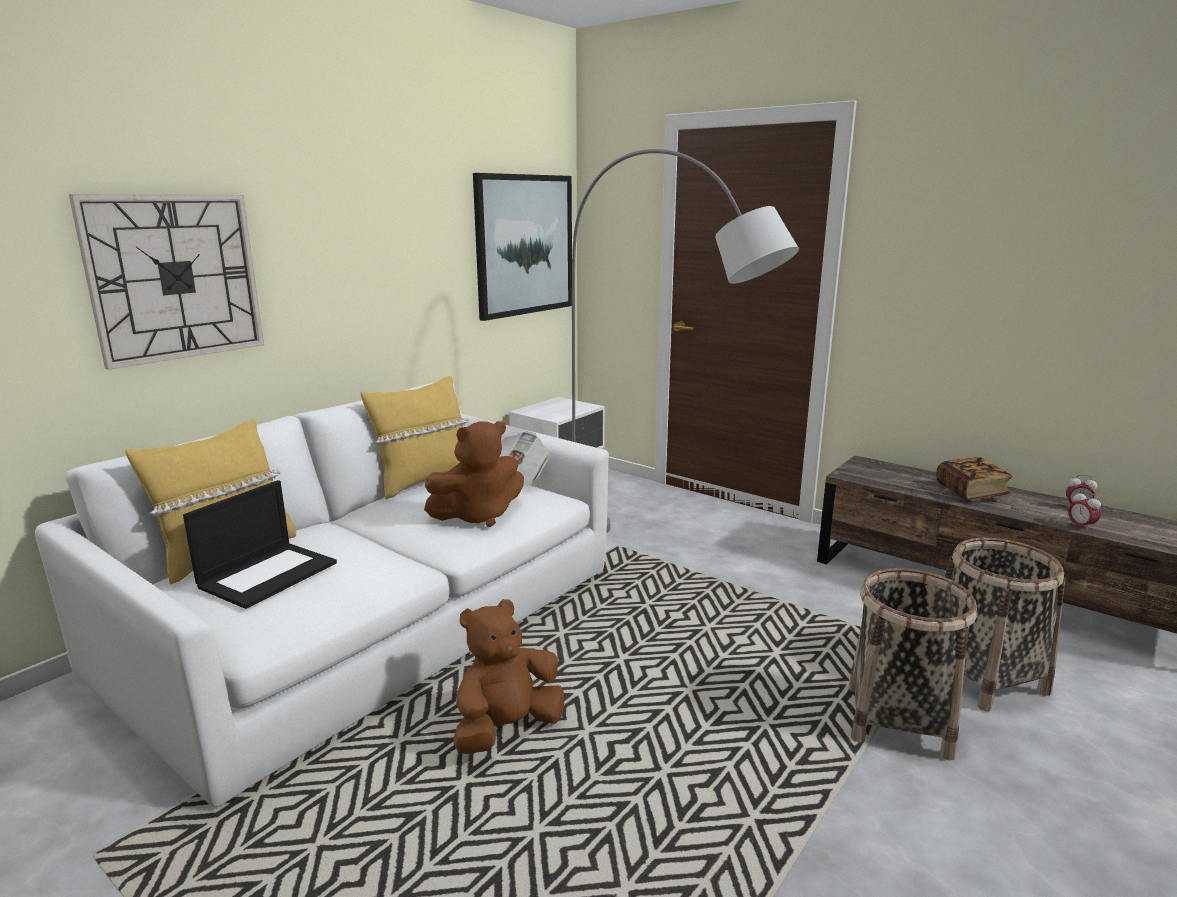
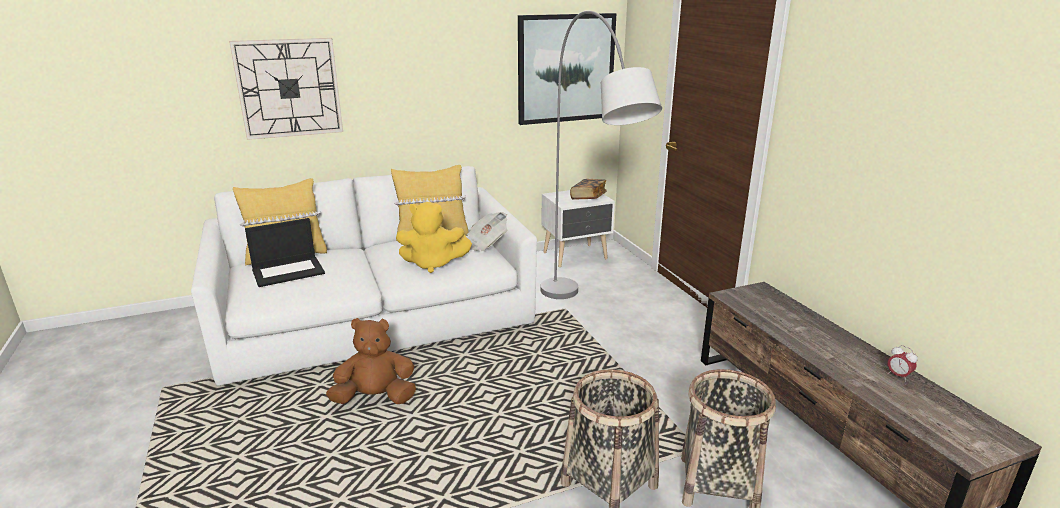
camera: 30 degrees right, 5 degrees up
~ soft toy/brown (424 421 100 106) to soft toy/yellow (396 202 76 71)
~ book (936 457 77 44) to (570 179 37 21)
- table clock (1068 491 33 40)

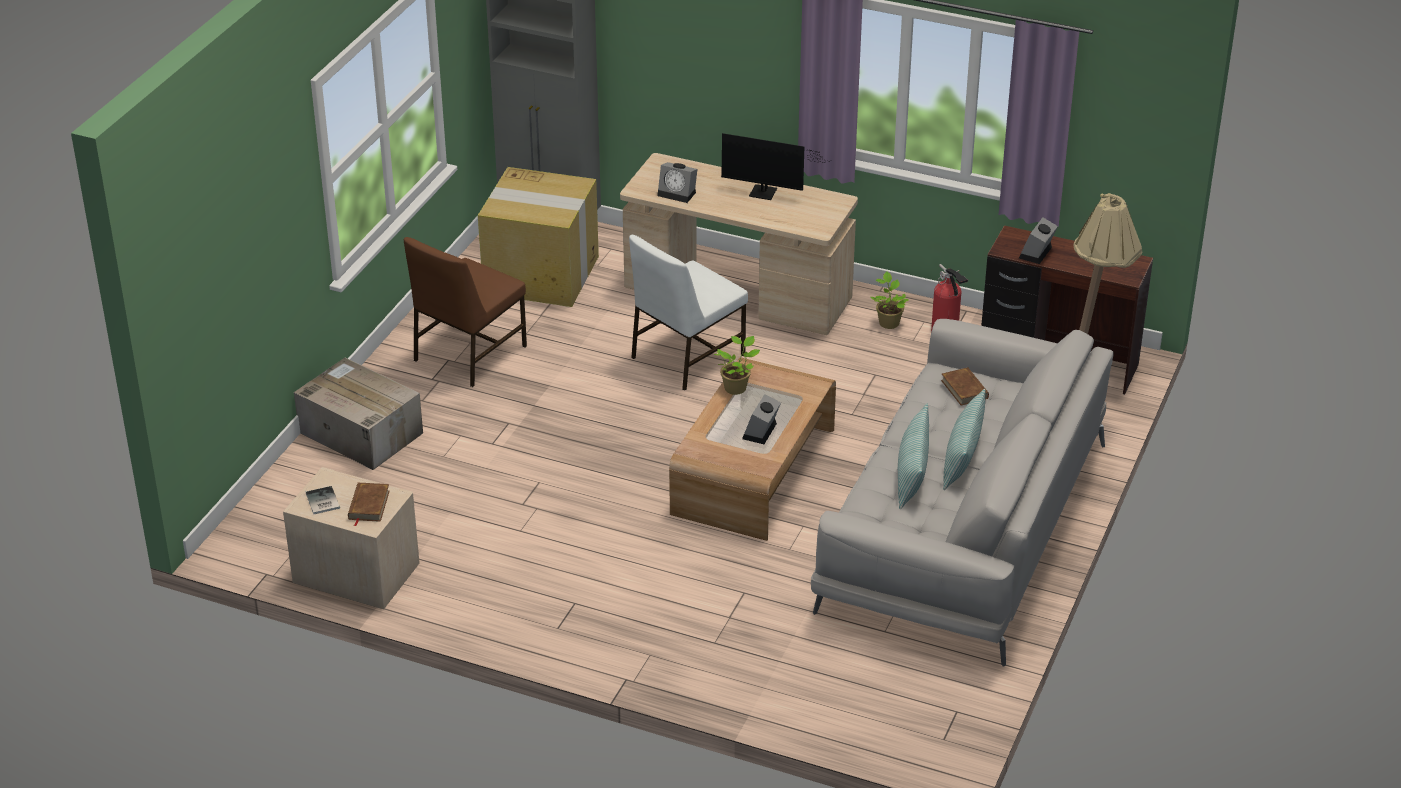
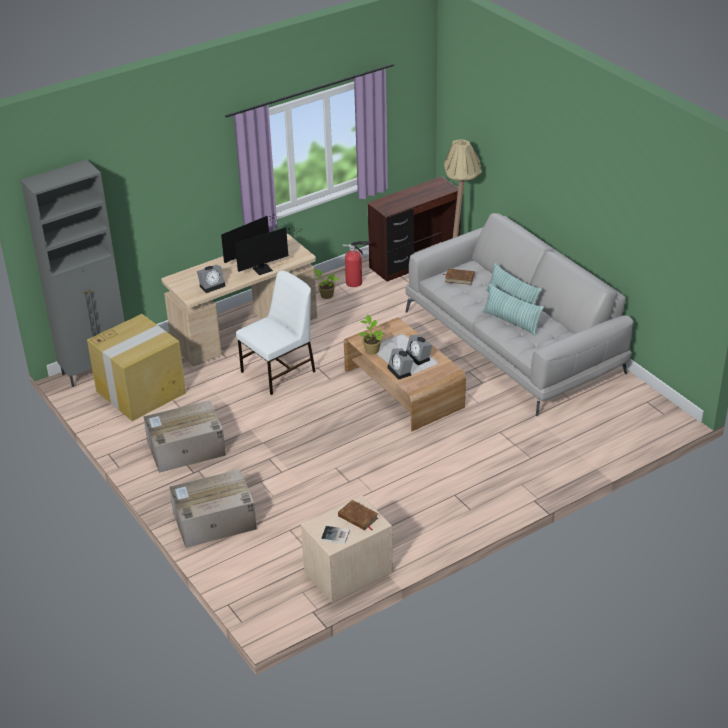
camera: 55 degrees left, 0 degrees up
~ upright chair/brown (404 237 123 150) to carton (143 400 83 73)
~ upright chair/white-coloured (629 235 119 155) = (236 270 80 125) 120 degrees counterclockwise
~ table clock (1019 217 39 47) to (387 348 27 32)
+ computer screen (235 226 68 49)

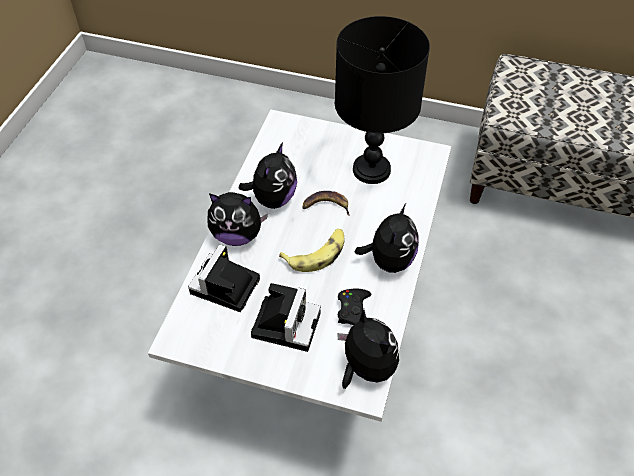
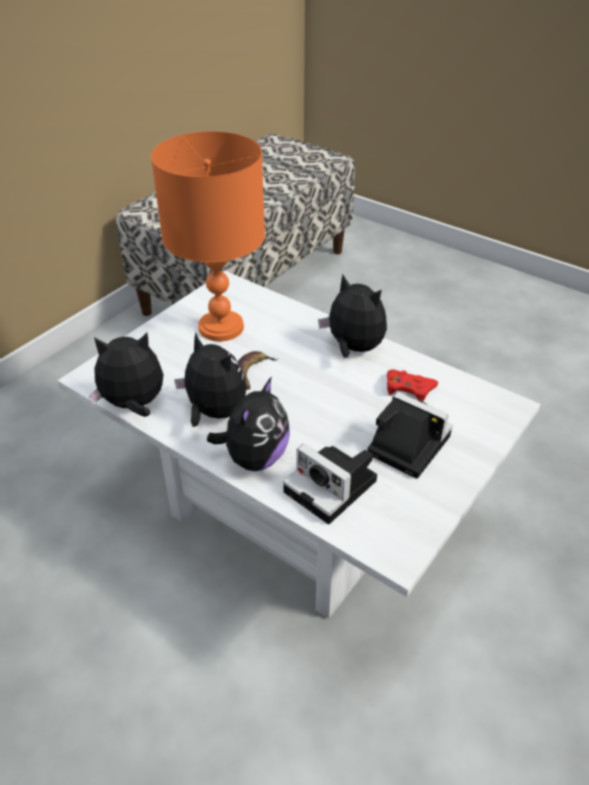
camera: 70 degrees left, 10 degrees down
- whole banana (279 229 66 43)
~ tabletop lamp/black (335 16 95 168) to tabletop lamp/orange (151 131 114 210)
~ soft toy (337 309 62 80) to (89 333 74 84)
~ joypad/black (338 289 33 36) to joypad/reddish (387 369 51 32)

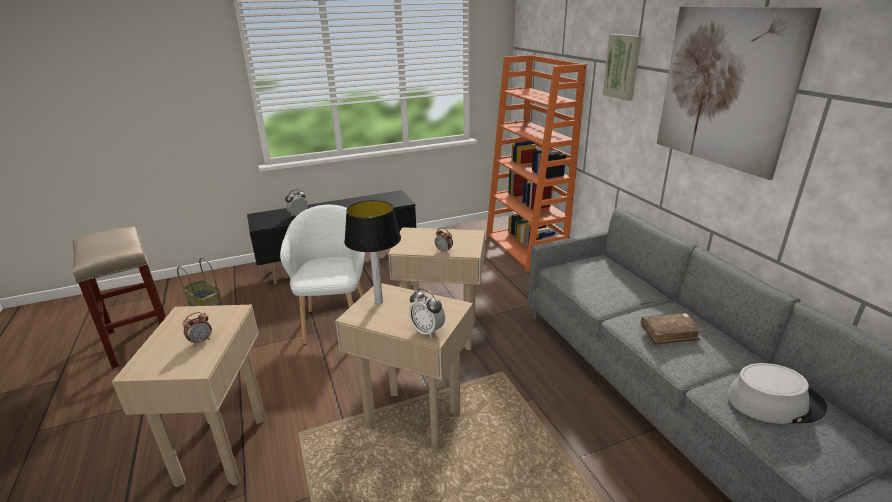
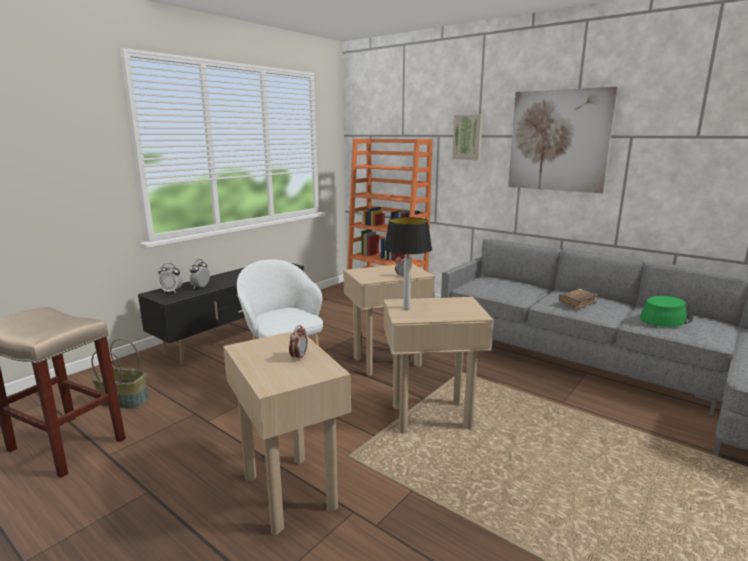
camera: 30 degrees left, 10 degrees down
~ table clock (409 288 36 50) to (158 263 25 30)
~ hat/greyish (727 363 100 61) to hat/green (640 296 53 31)

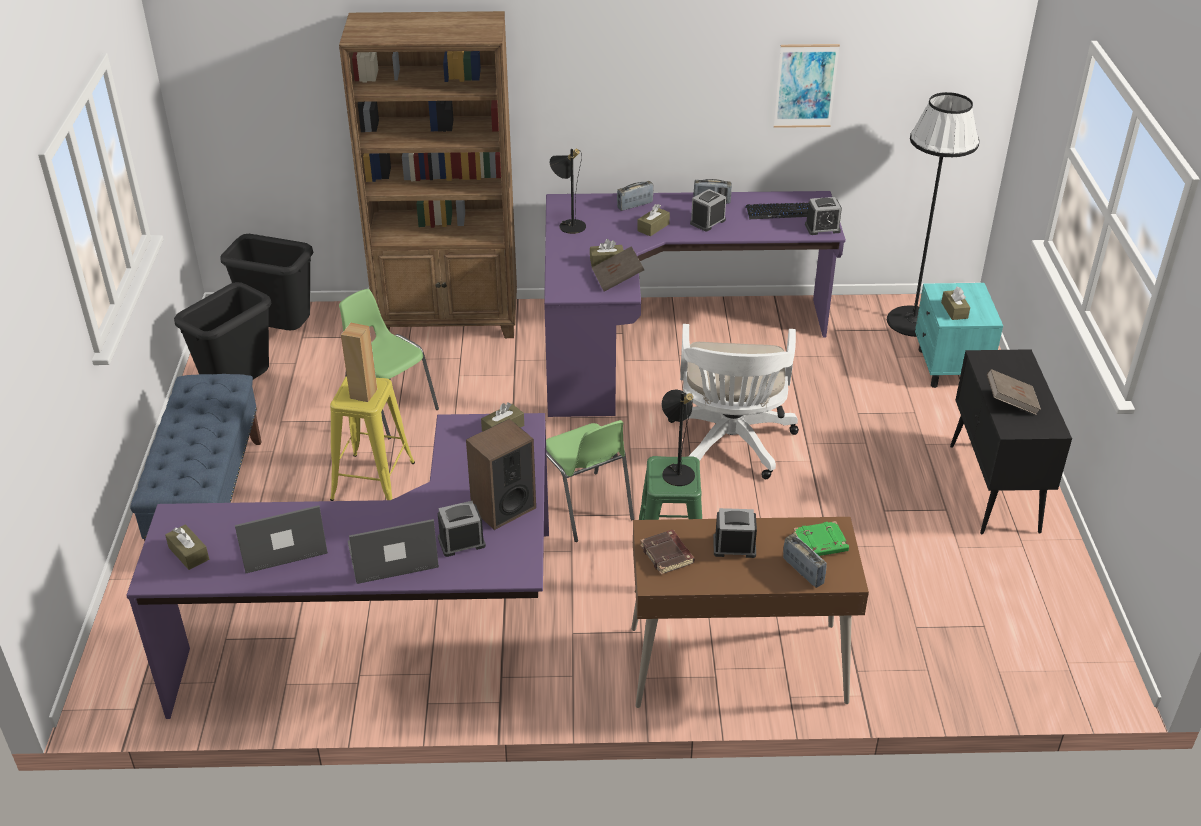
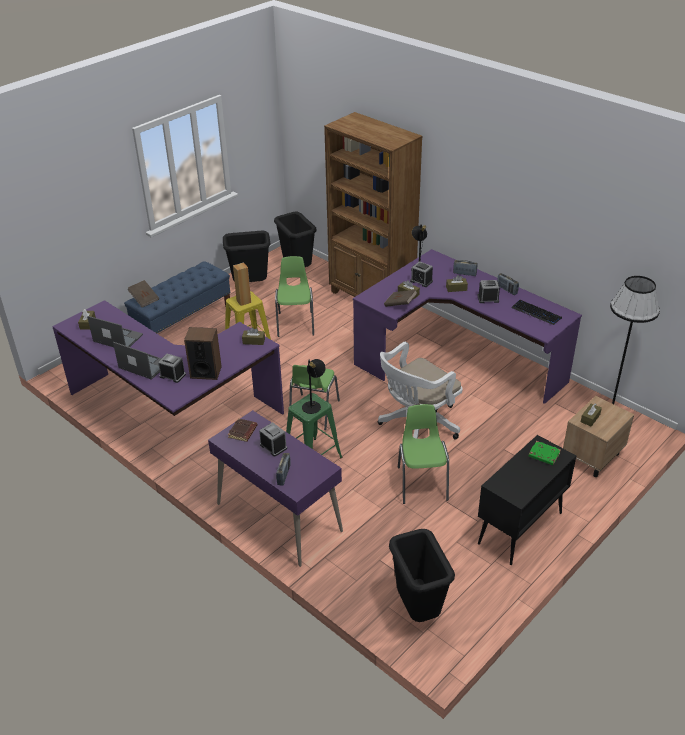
camera: 45 degrees right, 0 degrees up
~ desk unit/brown (631 517 238 191) to desk unit/purplish (208 410 135 157)
- picture (774 44 66 84)
~ book/green (793 521 56 35) to (528 441 33 24)
~ table clock (805 197 37 38) to (410 261 23 26)
~ bedside table/turquoise (915 283 88 105) to bedside table/sand-coloured (563 396 71 81)
~ book/brown (987 369 54 46) to (128 280 31 27)
+ trash can/black (389 529 66 93)
+ upright chair/green (398 404 51 100)

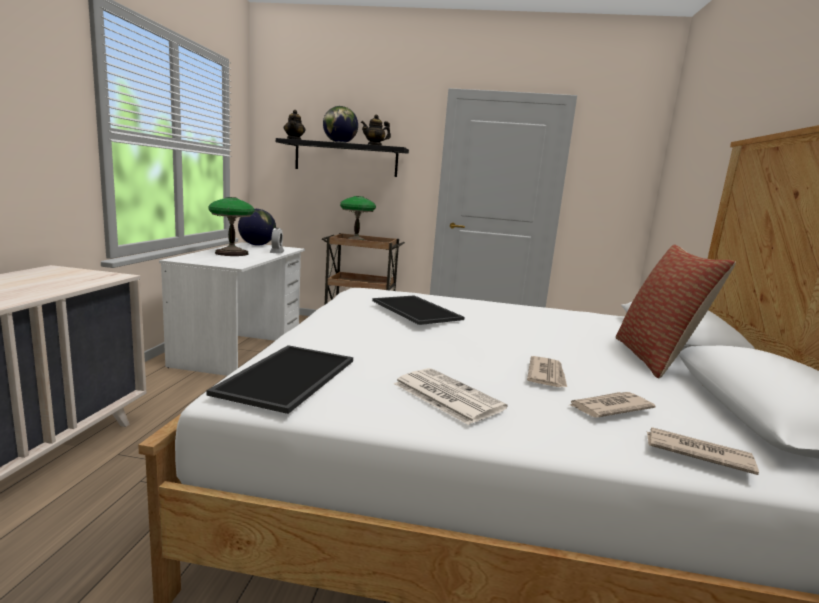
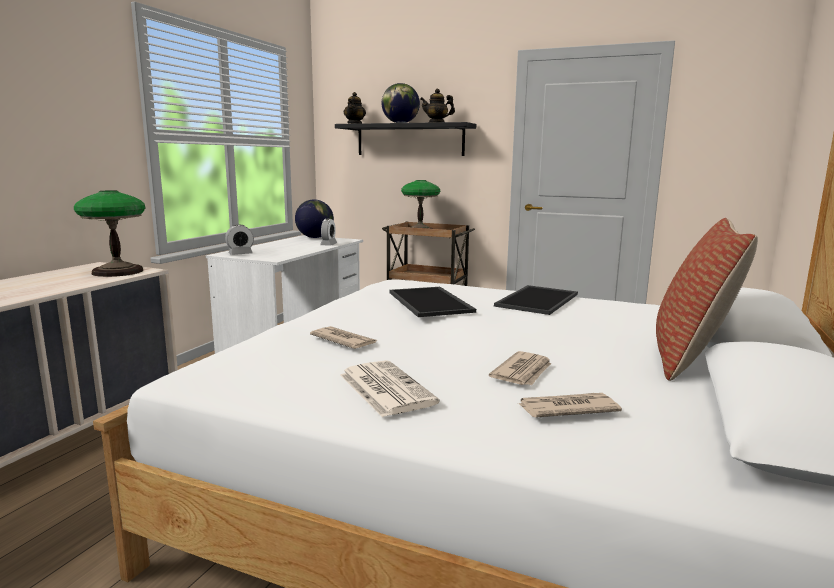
camera: 15 degrees right, 0 degrees up
~ tray (206 345 147 69) to (494 285 84 30)
~ tabletop lamp (208 197 46 59) to (74 190 71 87)
~ printed paper (647 427 112 48) to (310 326 67 23)
+ table clock (225 225 29 30)

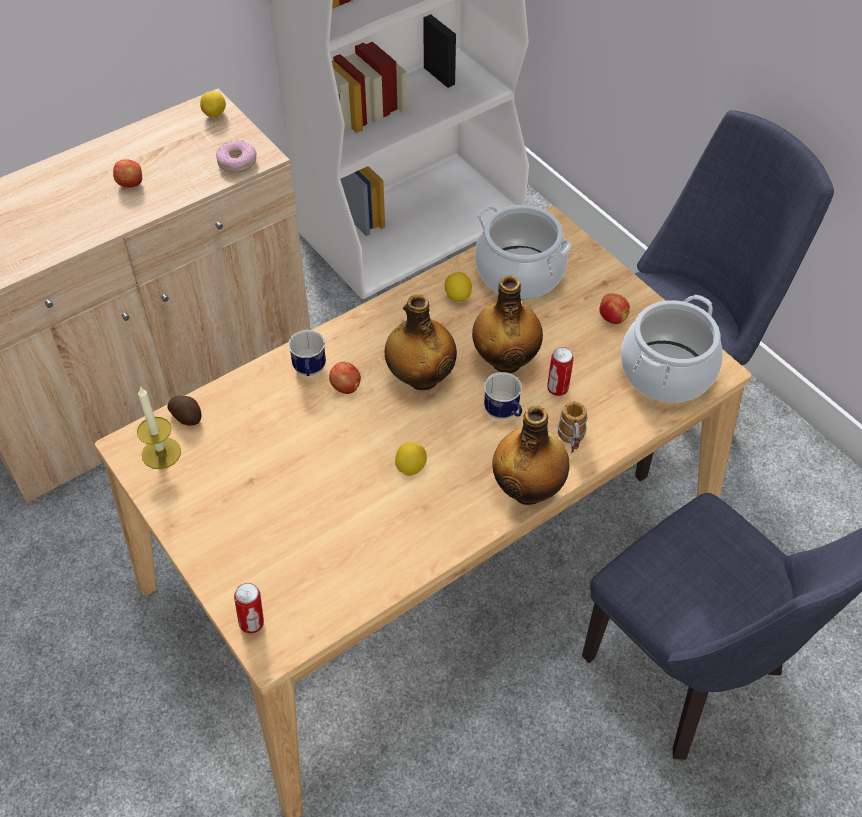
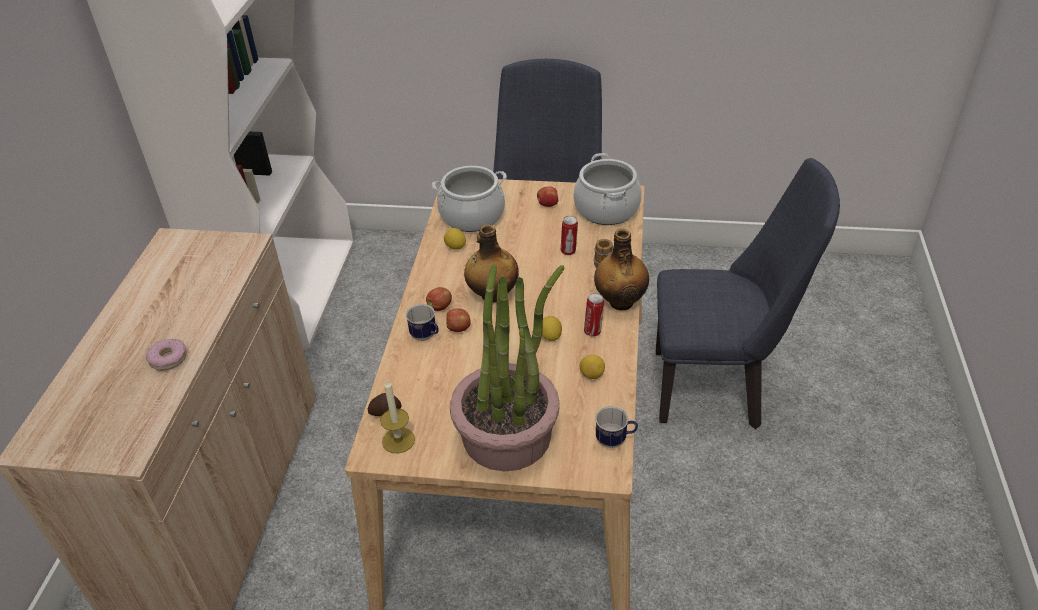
camera: 45 degrees left, 10 degrees down
~ apple fruit (113 159 29 29) to (426 287 26 24)
~ lemon (200 91 26 26) to (579 354 26 25)
~ doughnut (216 140 41 33) to (146 339 41 32)
~ metal can (234 583 30 51) to (584 293 20 44)
- beverage bottle (472 275 71 98)
~ tea mug (484 372 38 47) to (595 406 43 42)
+ houseplant (450 263 114 208)

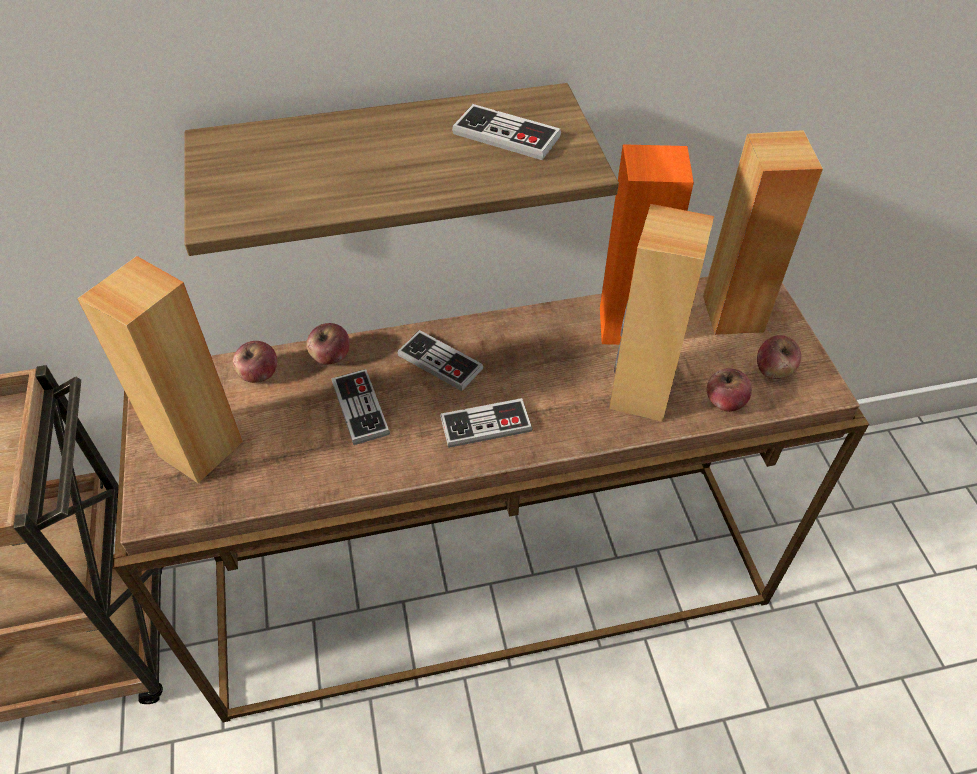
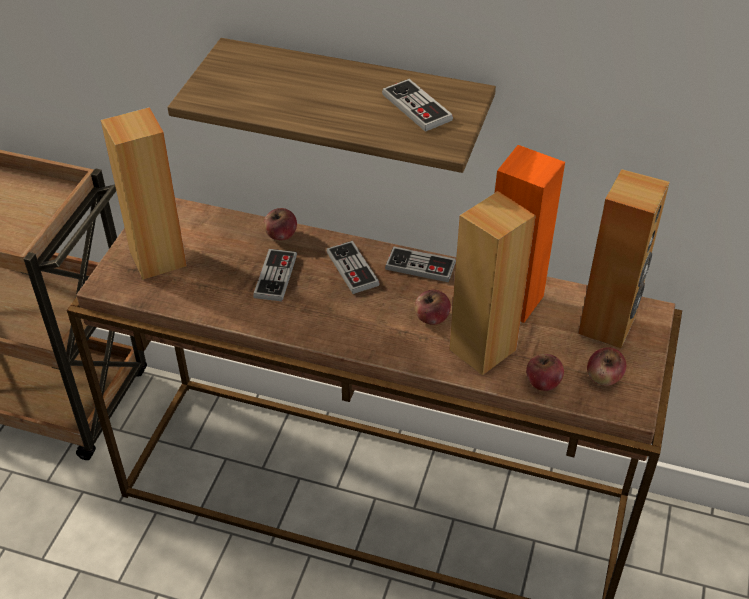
camera: 30 degrees right, 5 degrees down
~ apple fruit (233 341 44 42) to (415 290 36 35)
~ joypad (440 398 93 50) to (385 246 71 36)

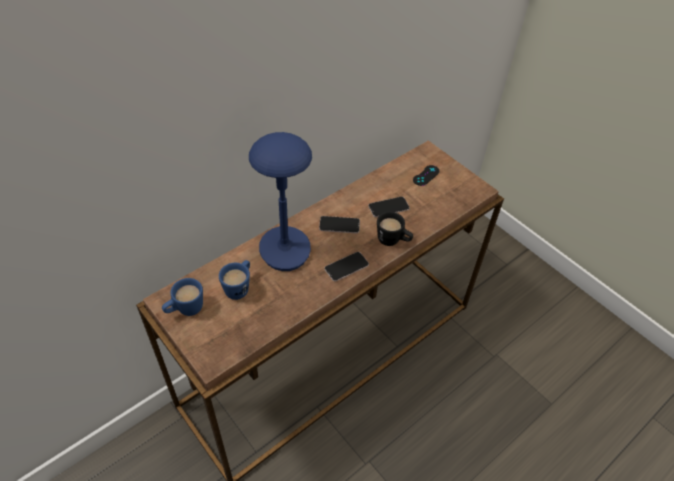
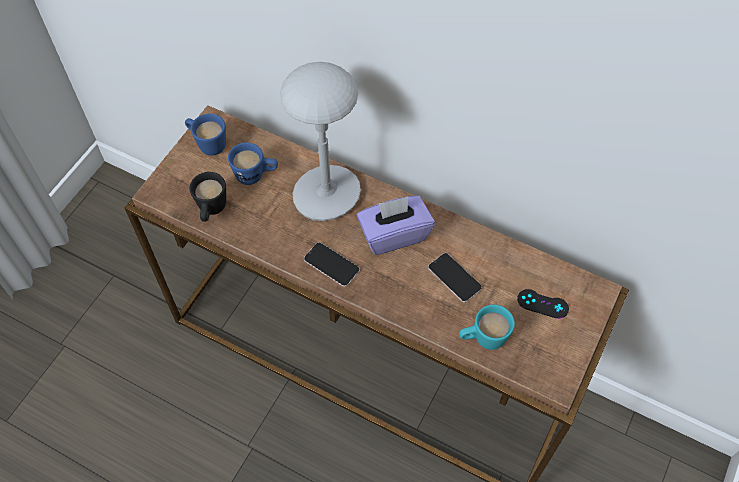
camera: 70 degrees right, 10 degrees up
~ tabletop lamp/bluish (249 132 63 139) to tabletop lamp/greyish (280 62 81 159)
~ phone (319 216 41 17) to tissue box/purplish (357 195 78 60)
~ tea mug/black (377 212 36 34) to (190 172 36 50)
+ tea mug/turquoise (459 305 56 45)

